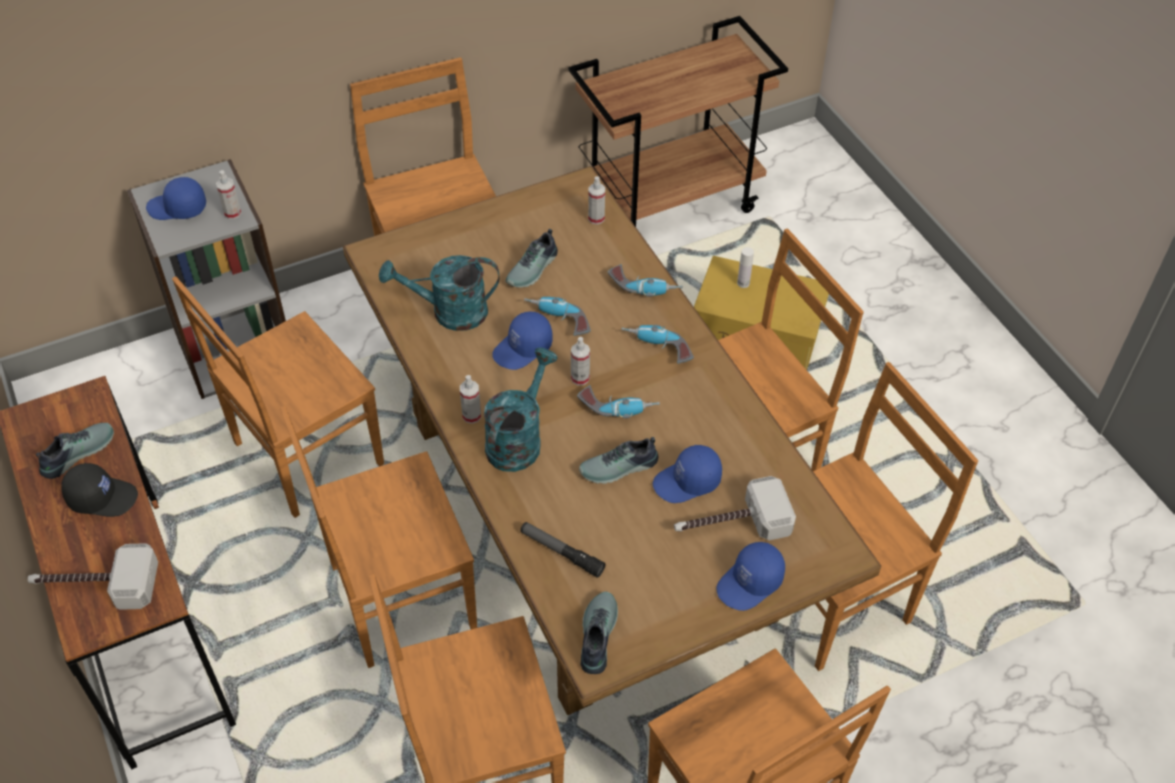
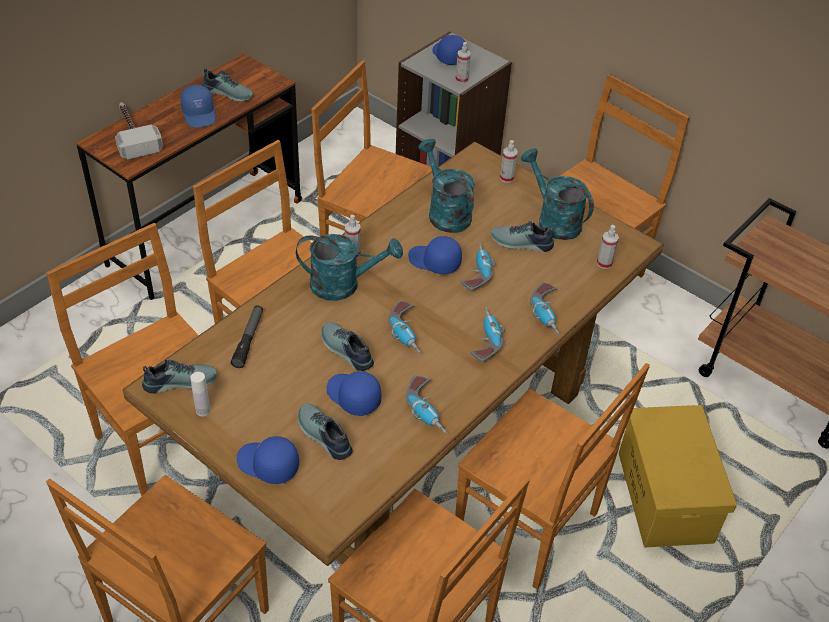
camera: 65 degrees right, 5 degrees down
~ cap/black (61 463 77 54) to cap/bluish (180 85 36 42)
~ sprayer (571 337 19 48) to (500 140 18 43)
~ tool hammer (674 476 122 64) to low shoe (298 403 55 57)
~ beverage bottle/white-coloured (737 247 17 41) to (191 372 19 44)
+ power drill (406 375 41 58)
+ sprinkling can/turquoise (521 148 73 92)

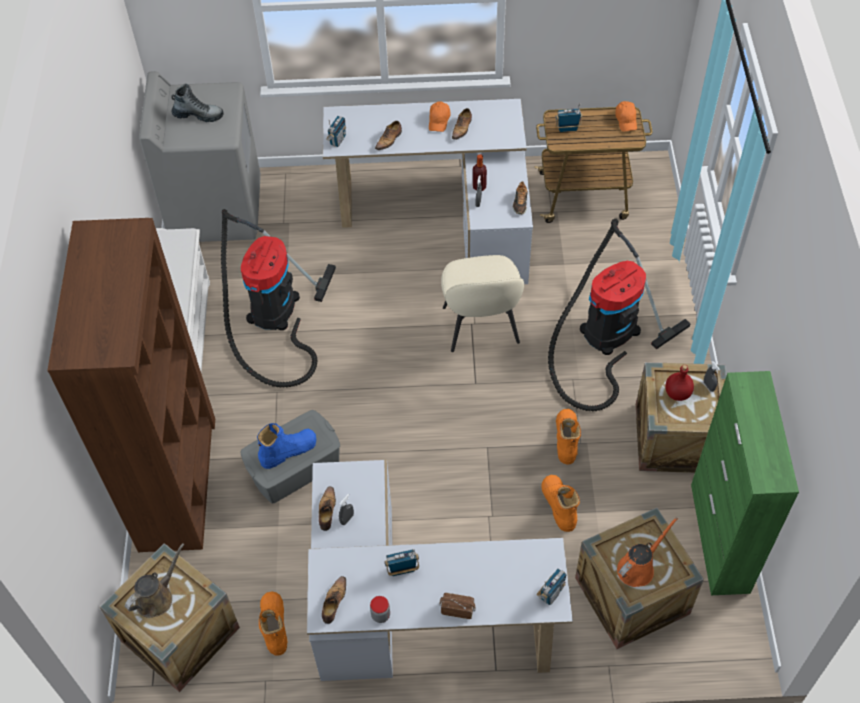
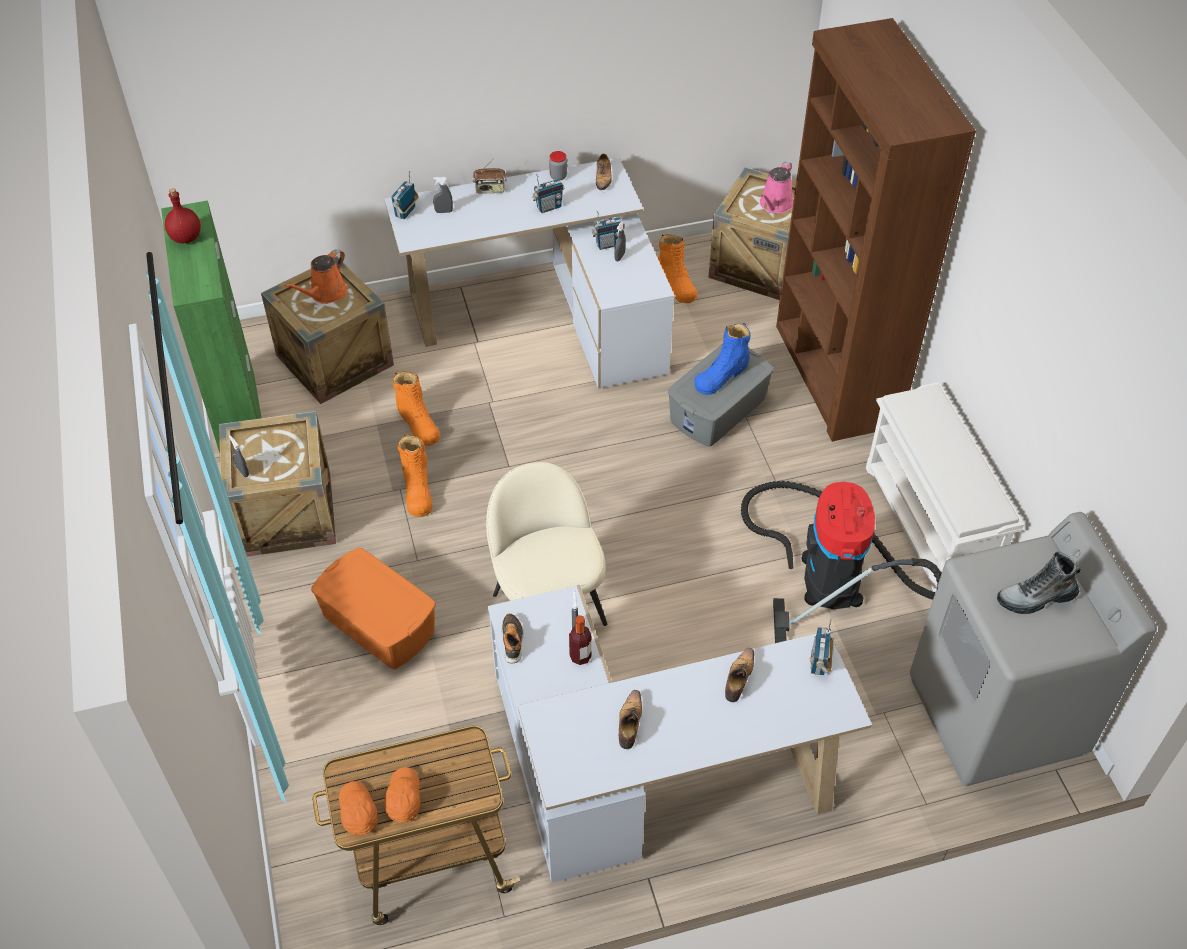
camera: 165 degrees right, 5 degrees down
~ sprinkling can/brown (125 543 60 75) to sprinkling can/pink (760 161 34 52)
- low shoe (319 487 17 44)
~ cap/orange (429 102 22 30) to (384 767 37 55)
~ hoover (548 219 142 192) to storage box/orange (311 548 125 121)
~ radio receiver (555 104 27 28) to (592 211 33 39)
~ beverage bottle/reddish (665 365 29 36) to (165 188 36 55)
+ sprayer/greyish (433 177 20 36)

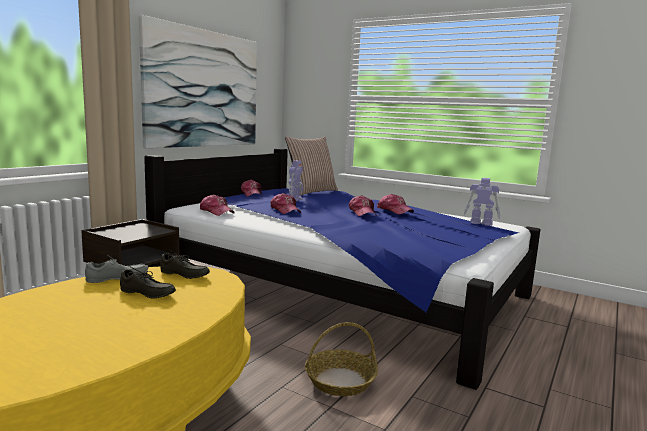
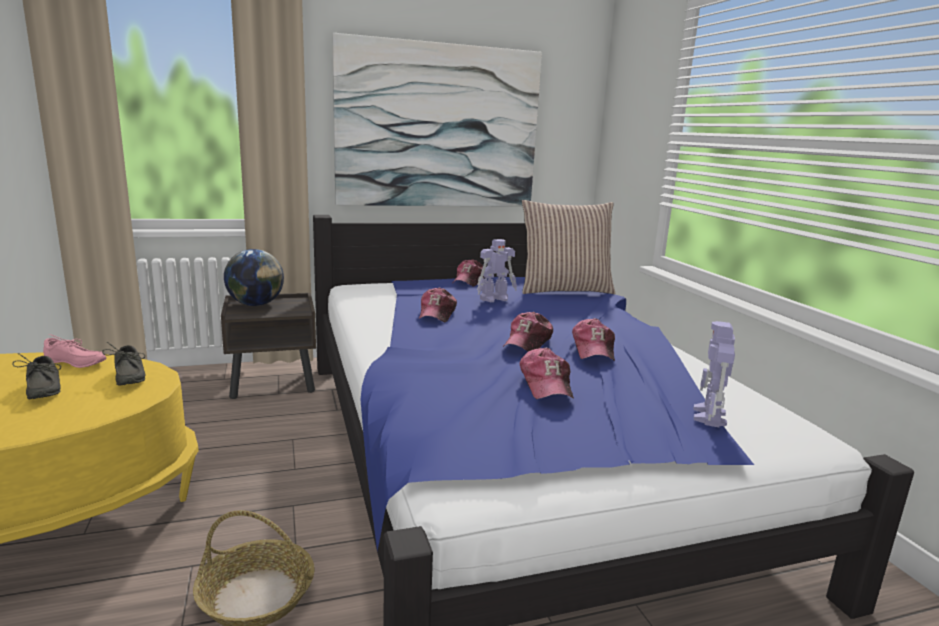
camera: 40 degrees right, 5 degrees up
~ low shoe/greyish (85 255 63 28) to low shoe/pink (43 334 64 34)
~ cap (200 194 35 22) to (520 348 54 51)
~ robot figure (464 178 36 48) = (694 321 41 106) 135 degrees counterclockwise
+ world globe (224 249 60 57)

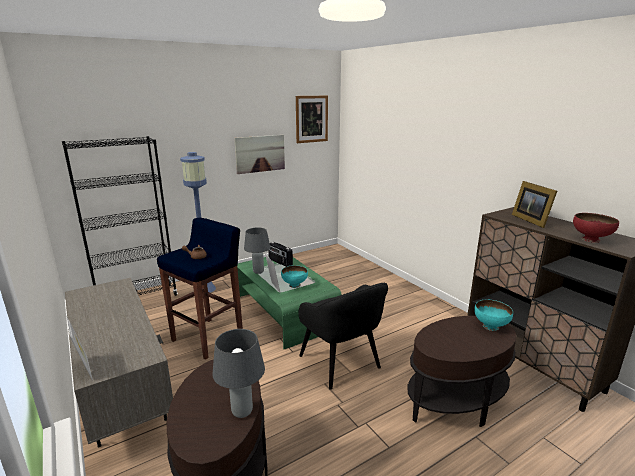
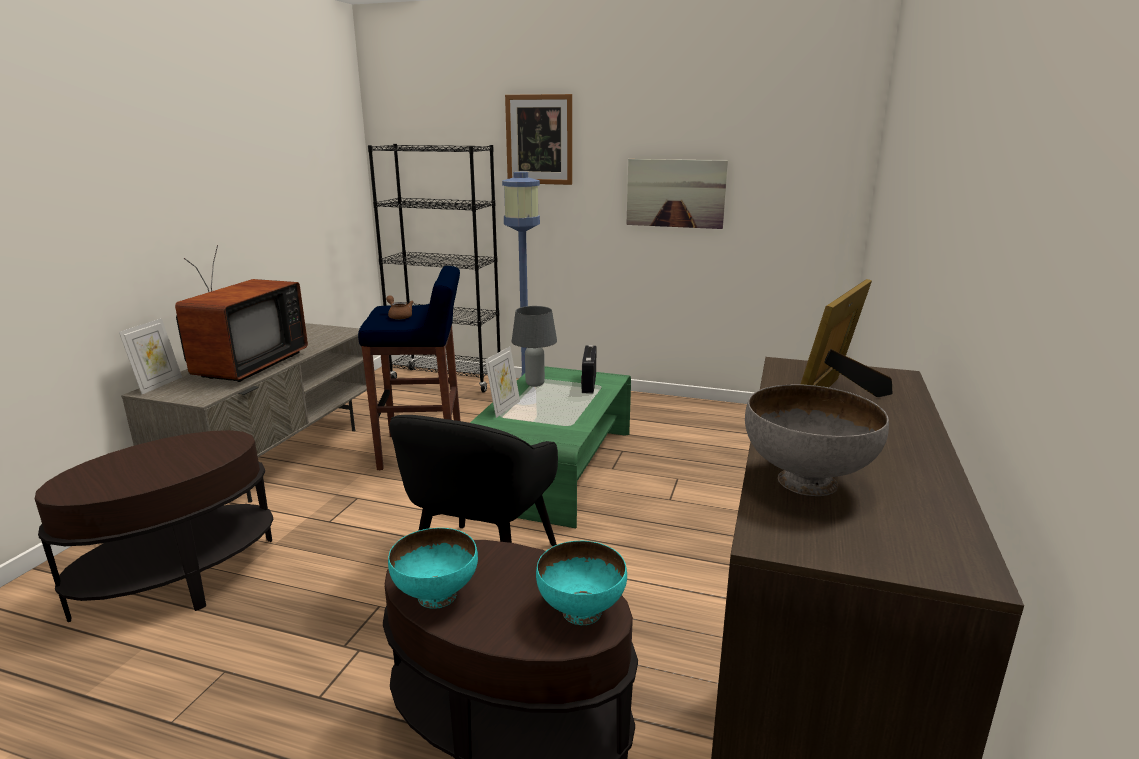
camera: 50 degrees right, 0 degrees up
- tabletop lamp/greyish (212 329 53 89)
~ deep dish/turquoise (281 265 27 23) to (388 528 90 81)
~ picture (296 96 32 47) to (505 94 67 91)
~ deep dish/reddish (573 213 46 30) to deep dish/greyish (745 384 144 112)
+ TV set (175 245 133 137)

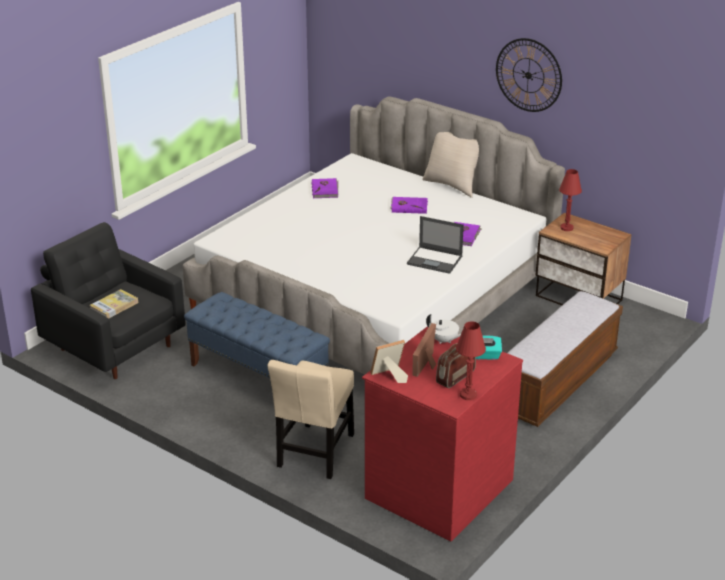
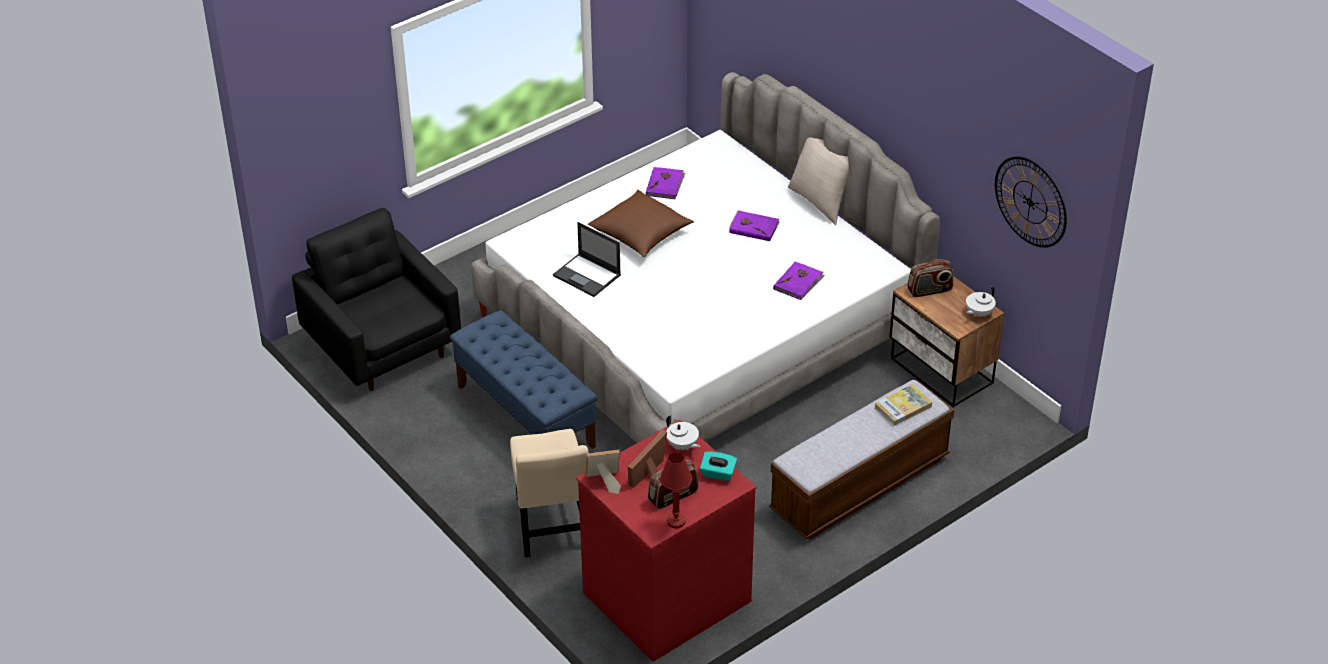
camera: 15 degrees right, 10 degrees up
~ book (90 289 48 30) to (874 384 58 42)
~ upright chair/sand-coloured (268 360 86 119) = (510 429 79 128) 45 degrees counterclockwise
~ laptop (407 216 57 58) to (553 222 68 75)
~ hanging clock (496 38 66 74) to (995 156 72 92)
~ tabletop lamp/reddish (559 169 23 62) to radio receiver (907 259 46 38)
+ cushion/brown (588 190 106 67)
+ tea pot/white-coloured (966 286 30 31)

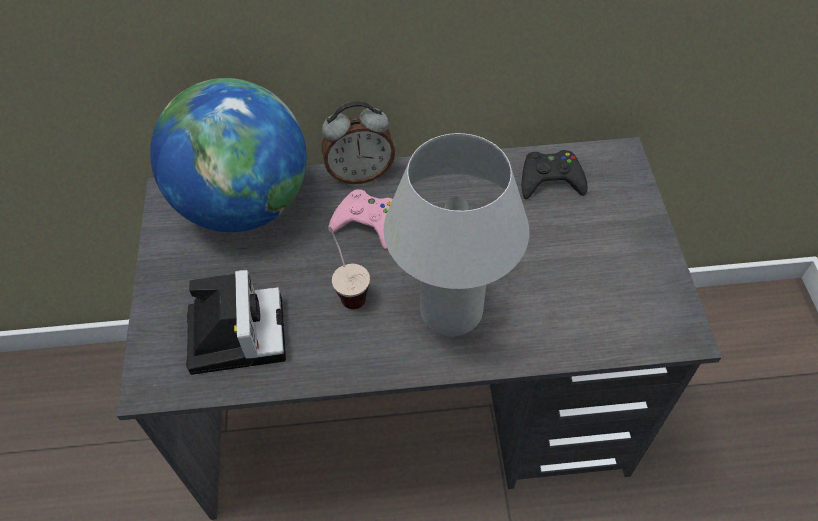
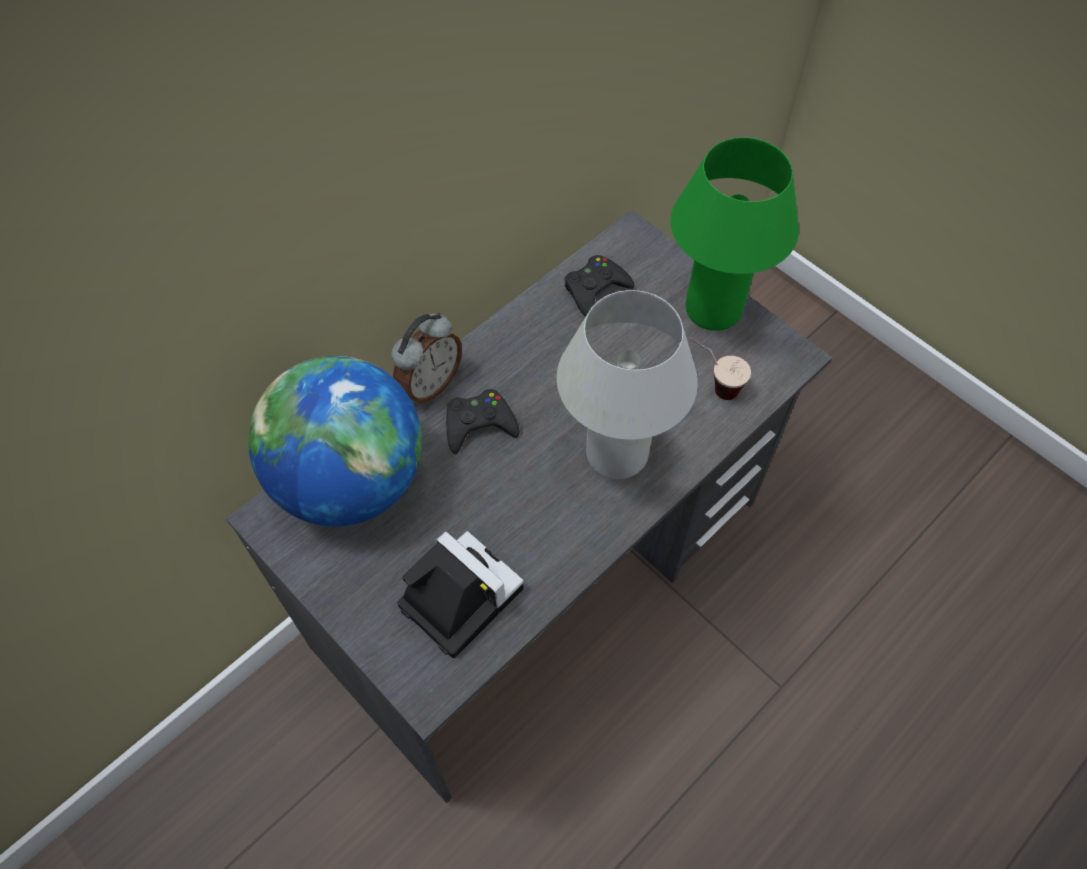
camera: 40 degrees left, 5 degrees up
~ joypad/pink (328 189 65 60) to joypad/black (446 389 74 65)
~ drinking cup (329 227 41 82) to (690 338 61 62)
+ tabletop lamp/green (670 137 129 194)

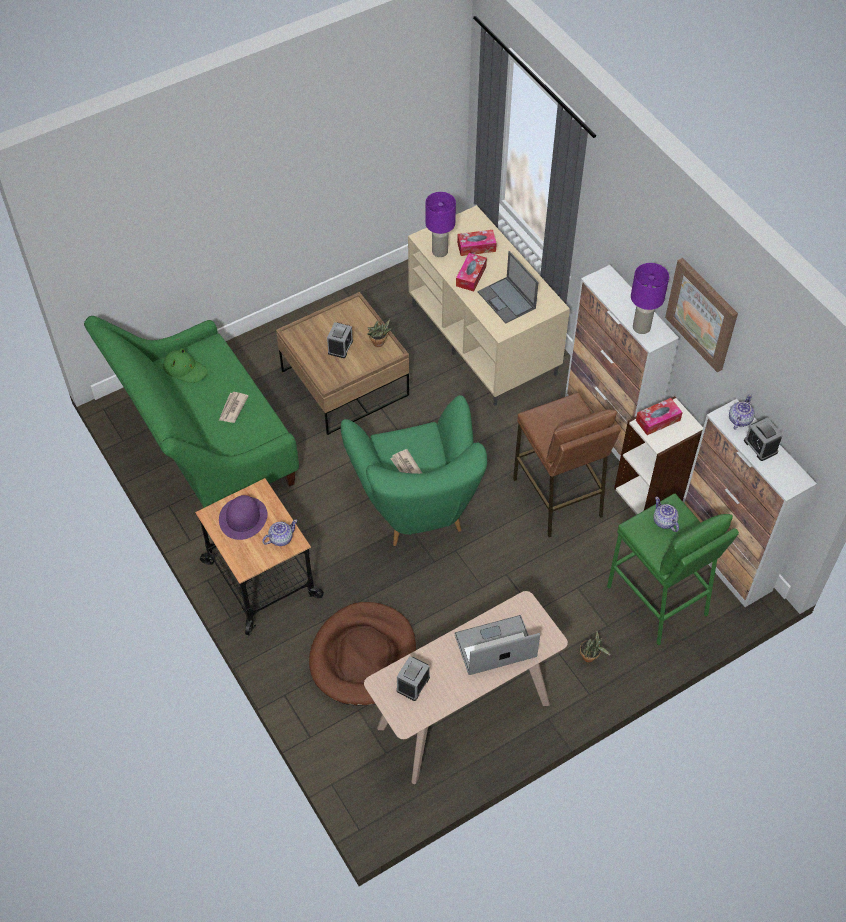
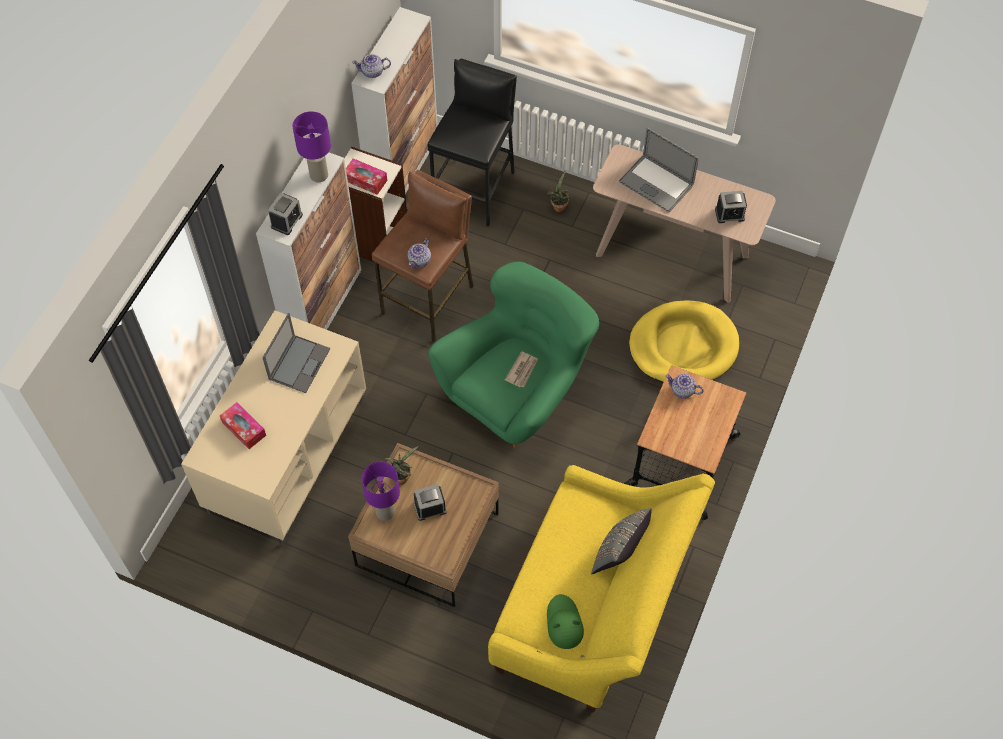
camera: 125 degrees left, 5 degrees up
~ settee/green (84 316 215 192) to settee/yellow (488 465 227 247)
- printed paper (219 392 29 31)
- hat/purplish (219 495 49 45)
~ dog bed/brown (309 602 107 104) to dog bed/yellow (629 301 110 82)
~ tabletop lamp/purplish (425 192 31 65) to (362 462 38 59)
- tissue box (456 253 31 38)
~ stool seat/green (607 494 132 152) to stool seat/black (428 59 89 168)
~ tea pot (653 497 26 35) to (407 238 24 30)
- picture (665 258 73 114)
~ table clock (744 417 39 44) to (268 193 35 42)
+ cushion/greyish (591 508 61 66)

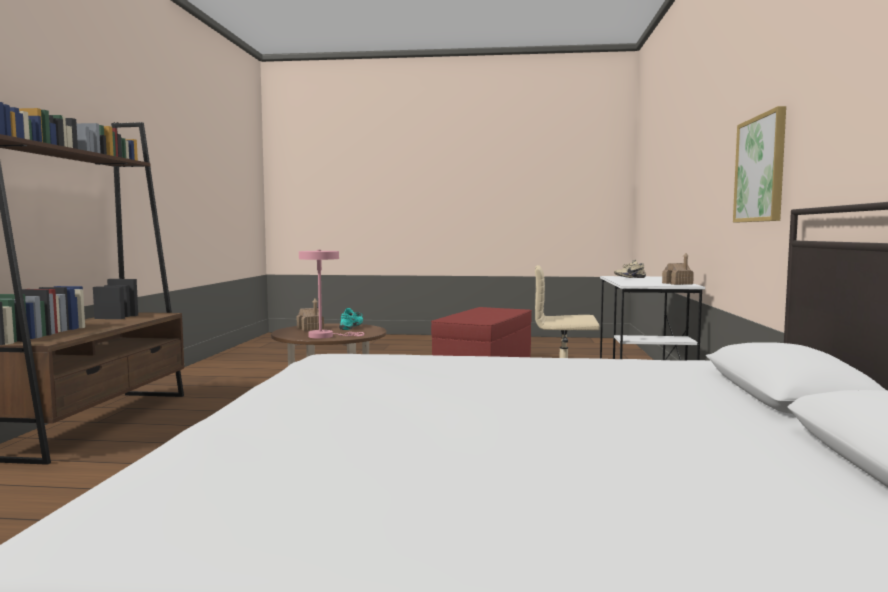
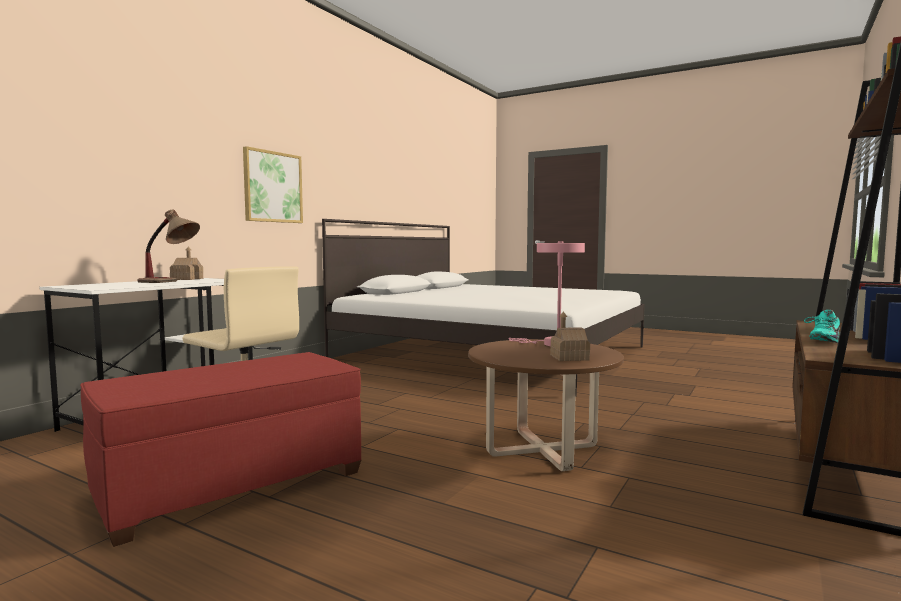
camera: 155 degrees left, 0 degrees up
~ low shoe/turquoise (339 308 24 22) to (804 310 36 33)
- low shoe/sand-coloured (614 260 32 18)
+ tabletop lamp (137 210 63 73)

